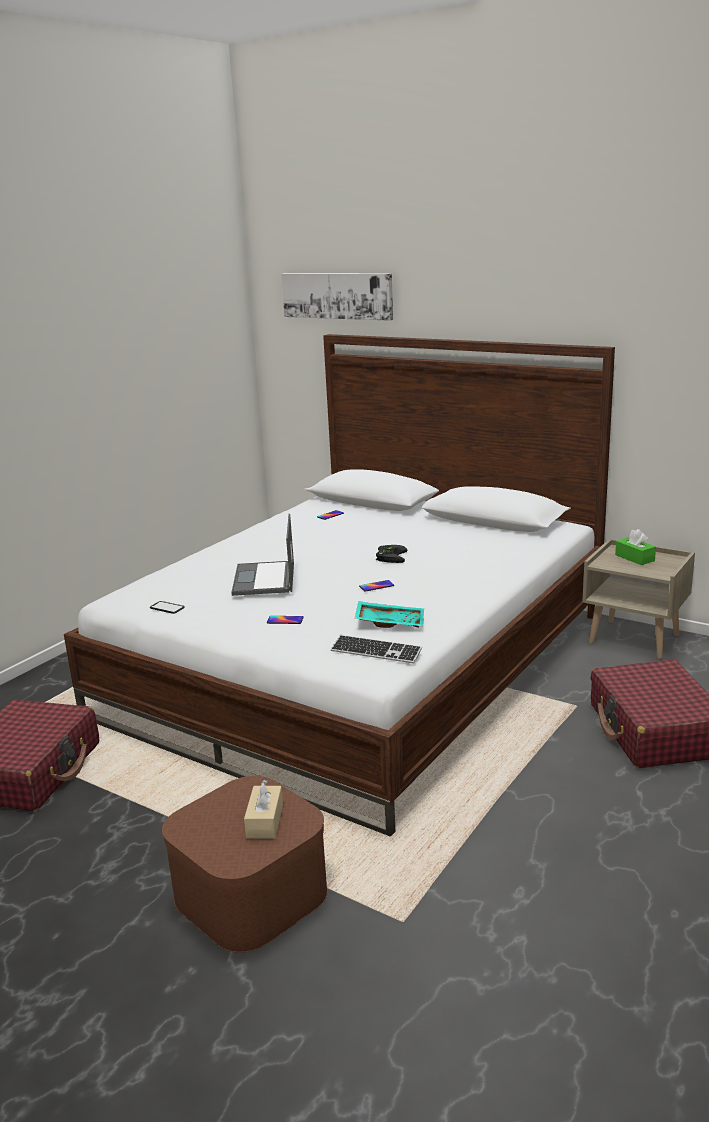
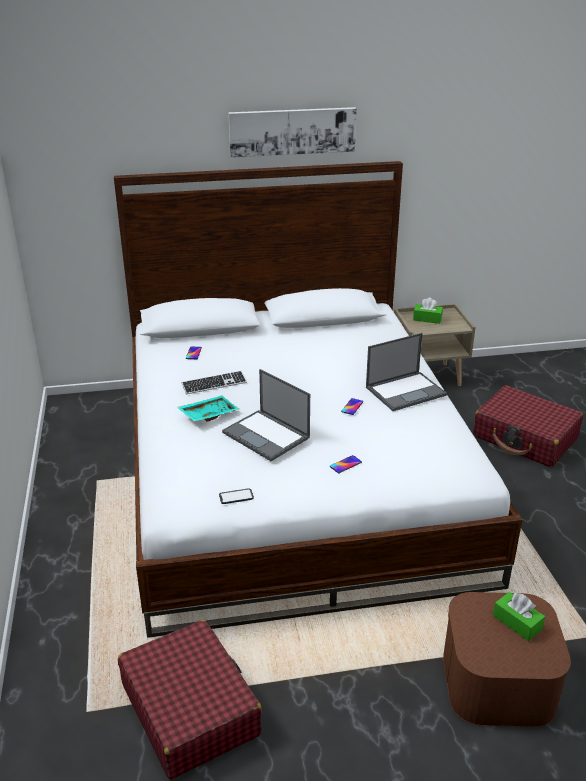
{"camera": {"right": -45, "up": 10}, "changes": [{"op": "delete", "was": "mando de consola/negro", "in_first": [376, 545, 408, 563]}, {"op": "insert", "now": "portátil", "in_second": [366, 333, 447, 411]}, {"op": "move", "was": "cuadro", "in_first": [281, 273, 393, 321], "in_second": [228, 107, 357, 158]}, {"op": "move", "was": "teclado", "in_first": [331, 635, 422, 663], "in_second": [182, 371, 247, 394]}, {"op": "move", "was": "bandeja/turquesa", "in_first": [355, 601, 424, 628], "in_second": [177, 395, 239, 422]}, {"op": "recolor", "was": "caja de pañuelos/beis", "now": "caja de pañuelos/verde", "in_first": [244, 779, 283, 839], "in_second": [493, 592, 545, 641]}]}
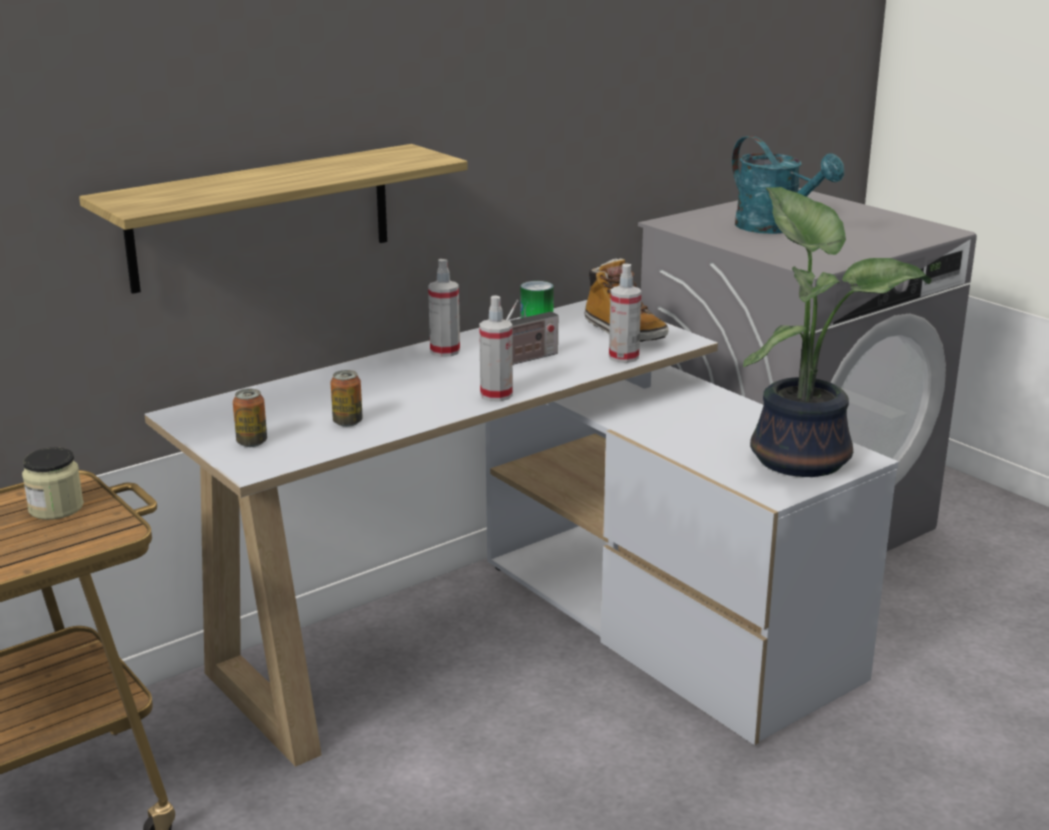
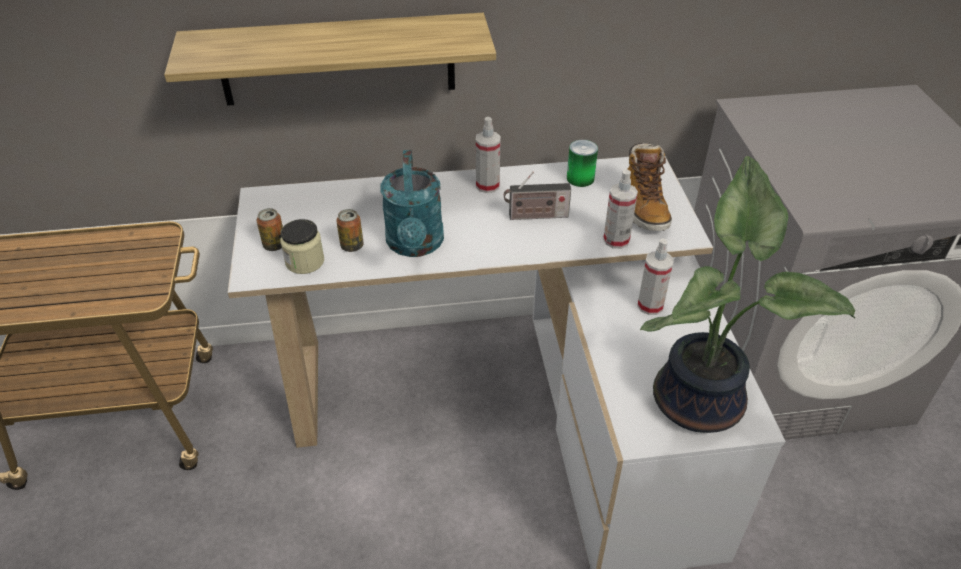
{"camera": {"right": 30, "up": 20}, "changes": [{"op": "move", "was": "tarro", "in_first": [22, 447, 84, 520], "in_second": [280, 219, 324, 274]}, {"op": "move", "was": "pulverizador", "in_first": [479, 295, 513, 401], "in_second": [637, 239, 674, 315]}, {"op": "move", "was": "regadera/turquesa", "in_first": [732, 136, 844, 234], "in_second": [380, 150, 444, 257]}]}
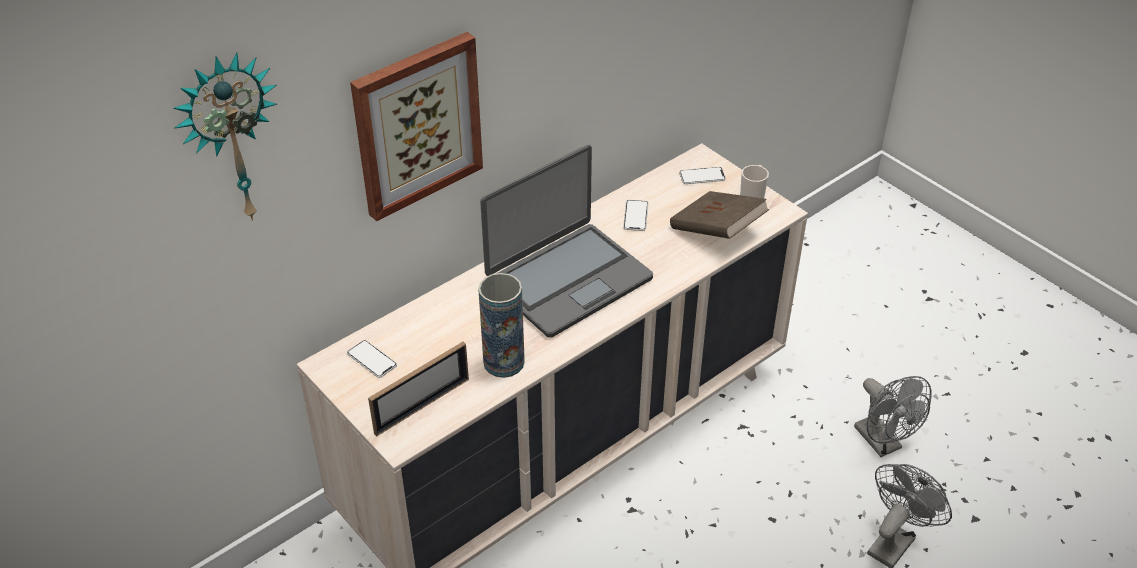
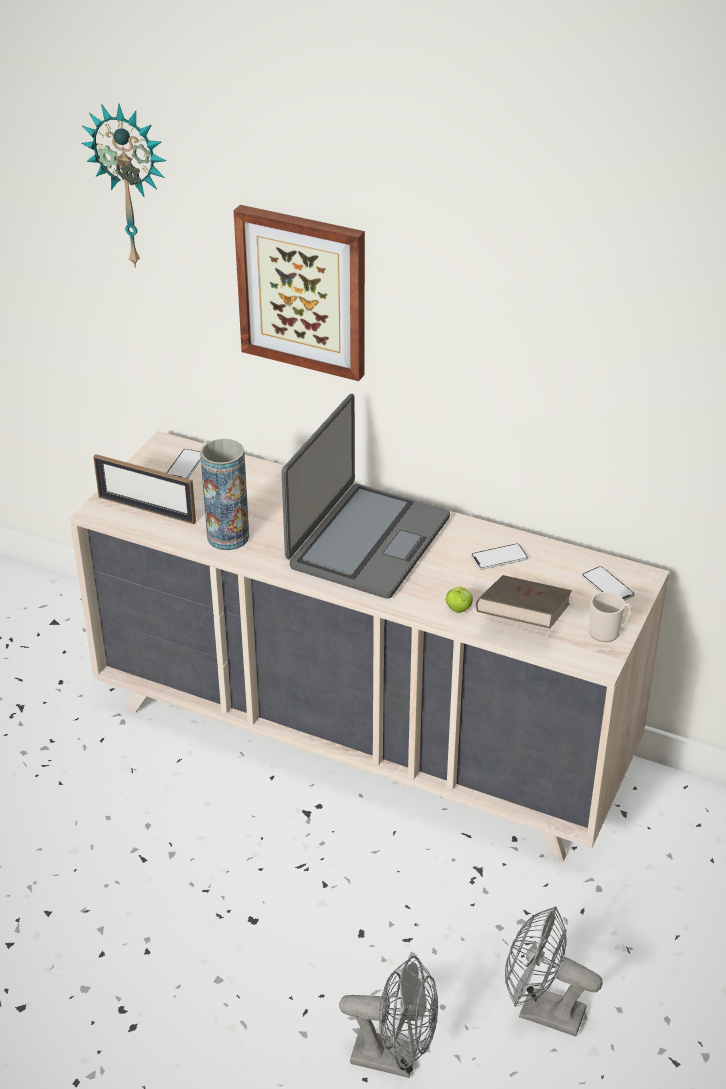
{"camera": {"right": 65, "up": -5}, "changes": [{"op": "insert", "now": "manzana", "in_second": [446, 587, 473, 613]}, {"op": "rotate", "was": "portátil", "in_first": [480, 145, 653, 338], "in_second": [281, 394, 450, 599], "clockwise": -90}, {"op": "rotate", "was": "ventilador/gris", "in_first": [854, 376, 932, 457], "in_second": [505, 906, 603, 1037], "clockwise": 75}]}
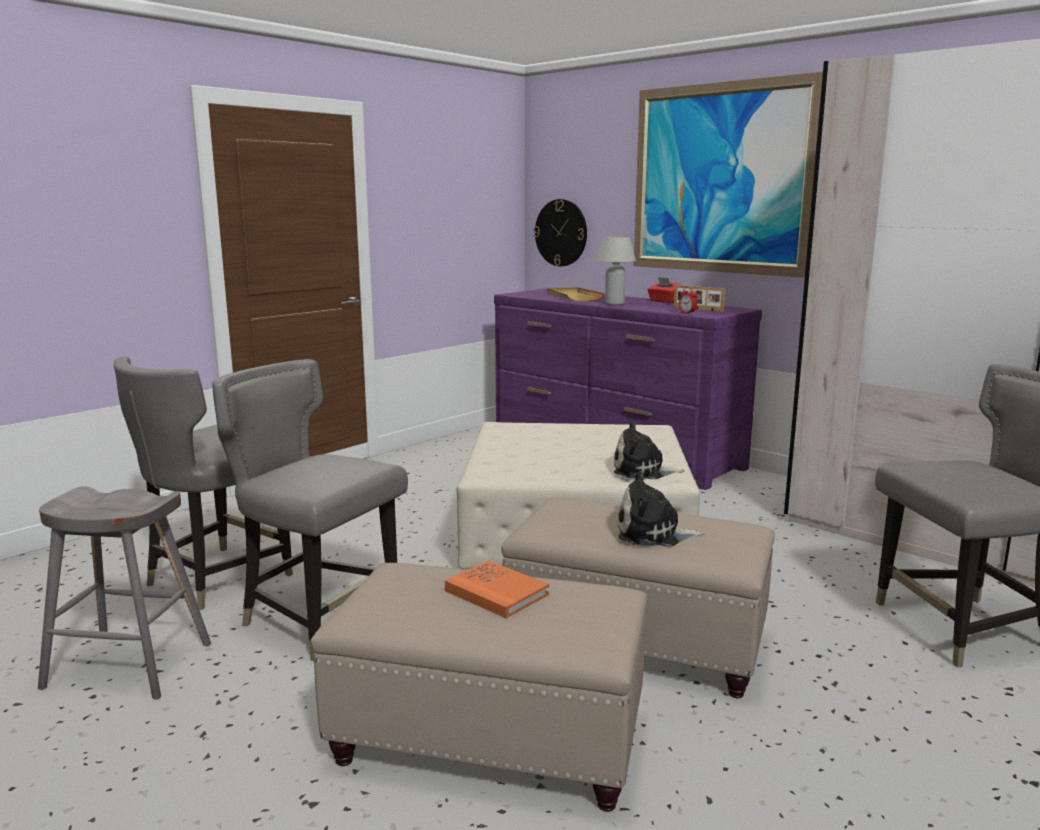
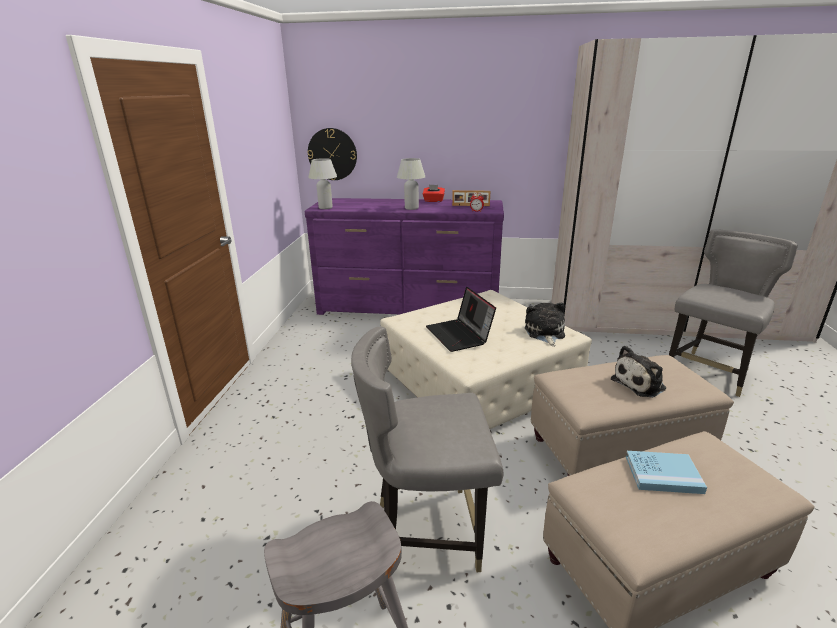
{"camera": {"right": -35, "up": 10}, "changes": [{"op": "delete", "was": "silla/gris", "in_first": [114, 356, 293, 610]}, {"op": "delete", "was": "bandeja/beis", "in_first": [547, 287, 605, 301]}, {"op": "delete", "was": "cuadro", "in_first": [634, 72, 823, 278]}, {"op": "insert", "now": "lámpara de mesa/blanco", "in_second": [308, 158, 337, 209]}, {"op": "insert", "now": "portátil", "in_second": [426, 287, 496, 352]}, {"op": "recolor", "was": "libro/naranja", "now": "libro/azul", "in_first": [445, 560, 549, 618], "in_second": [626, 451, 707, 494]}, {"op": "rotate", "was": "peluche", "in_first": [614, 421, 685, 479], "in_second": [525, 302, 565, 346], "clockwise": 120}]}
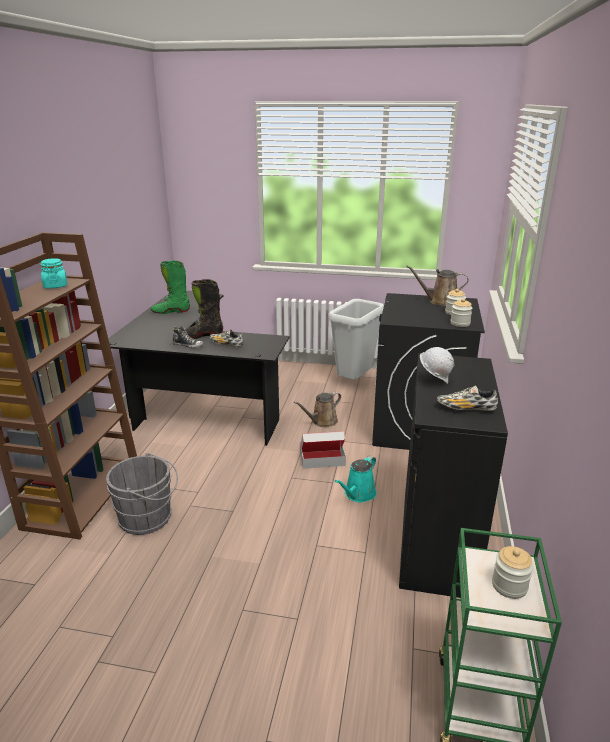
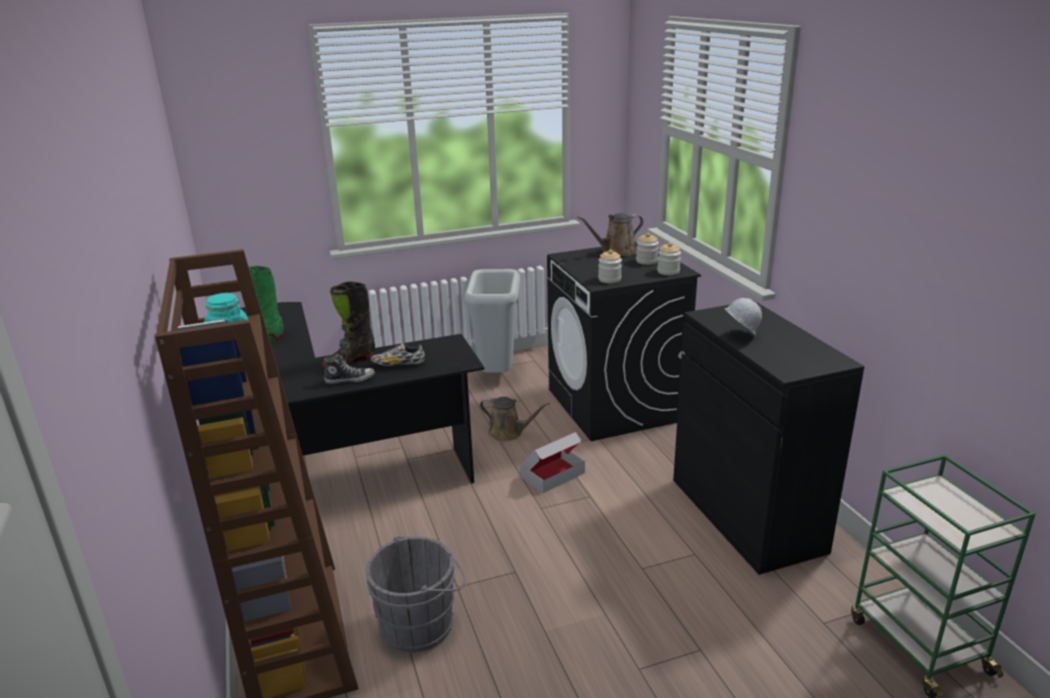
{"camera": {"right": -30, "up": 0}, "changes": [{"op": "delete", "was": "regadera/turquesa", "in_first": [335, 456, 377, 503]}, {"op": "delete", "was": "zapato", "in_first": [436, 385, 498, 411]}, {"op": "move", "was": "tarro", "in_first": [492, 546, 533, 599], "in_second": [598, 250, 622, 283]}, {"op": "rotate", "was": "regadera/marrón", "in_first": [294, 392, 341, 427], "in_second": [480, 397, 550, 441], "clockwise": -90}]}
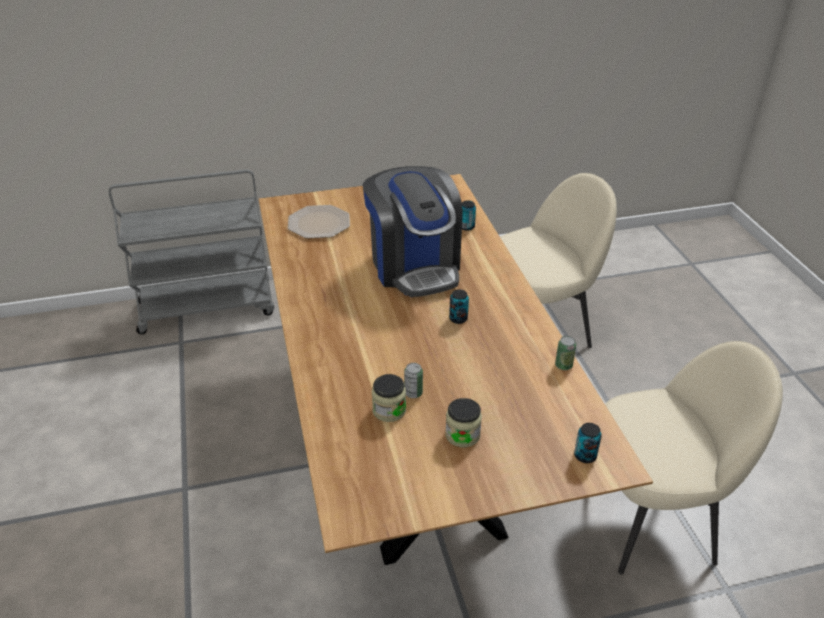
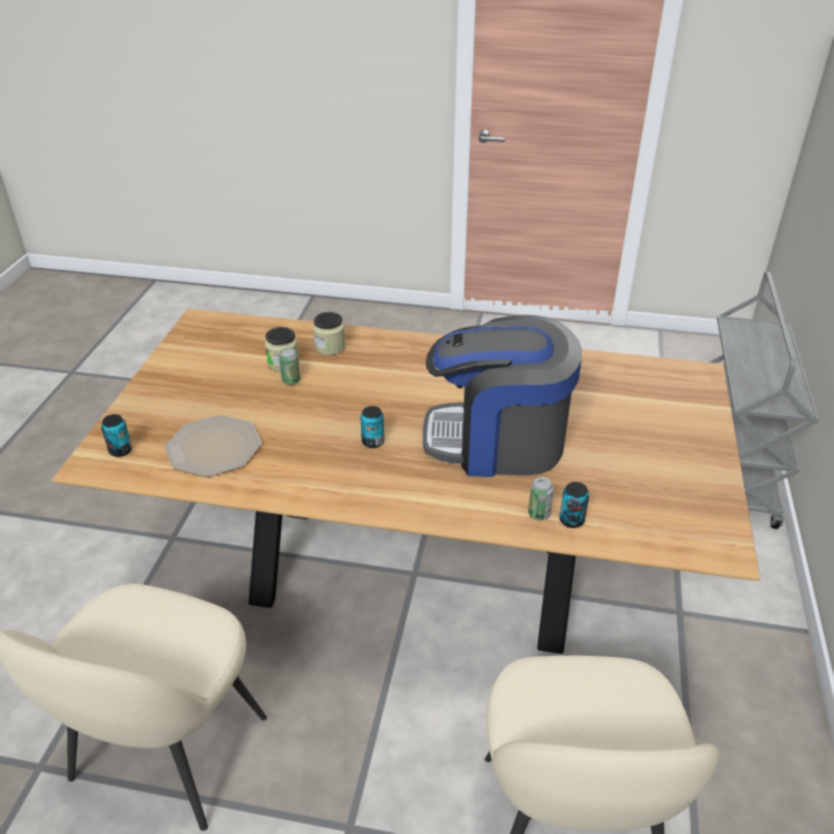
{"camera": {"right": 115, "up": 0}, "changes": [{"op": "move", "was": "plato", "in_first": [288, 205, 350, 239], "in_second": [165, 415, 262, 477]}, {"op": "move", "was": "tarro", "in_first": [445, 398, 482, 447], "in_second": [313, 312, 346, 355]}, {"op": "move", "was": "lata", "in_first": [555, 336, 576, 370], "in_second": [528, 477, 554, 520]}]}
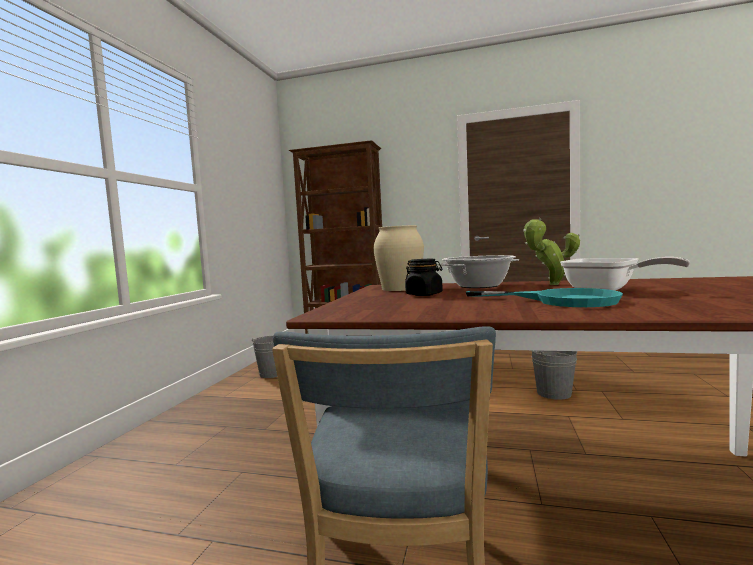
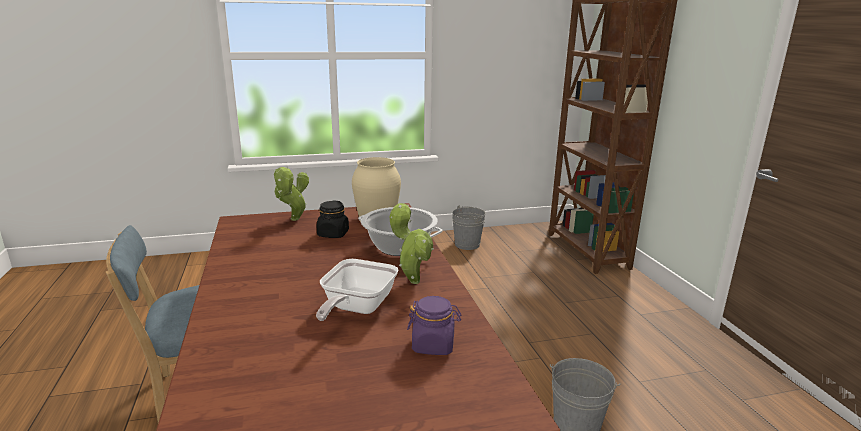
{"camera": {"right": 60, "up": 15}, "changes": [{"op": "delete", "was": "sartén/turquesa", "in_first": [466, 288, 623, 307]}, {"op": "insert", "now": "planta en maceta", "in_second": [274, 166, 309, 221]}, {"op": "insert", "now": "tarro/morado", "in_second": [407, 296, 461, 355]}]}
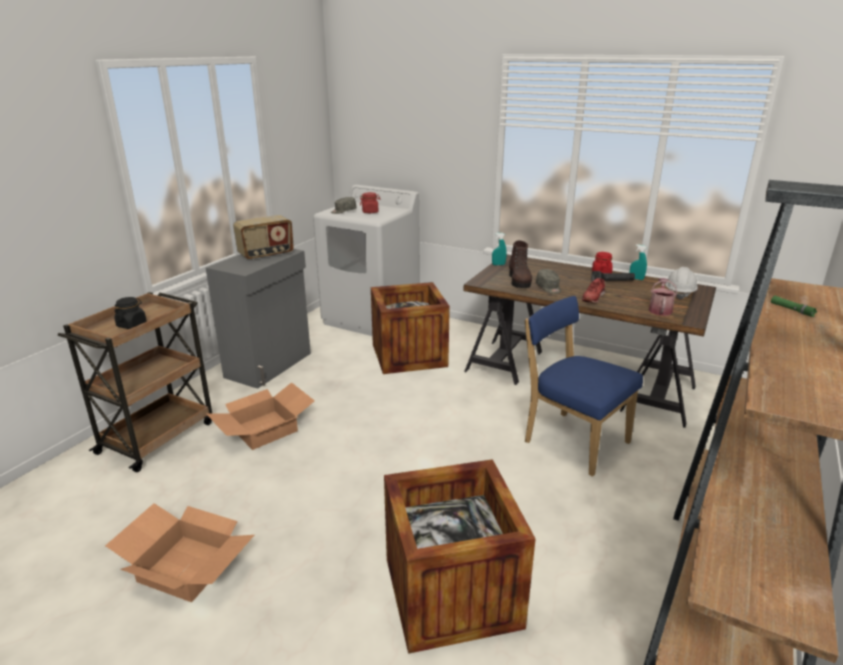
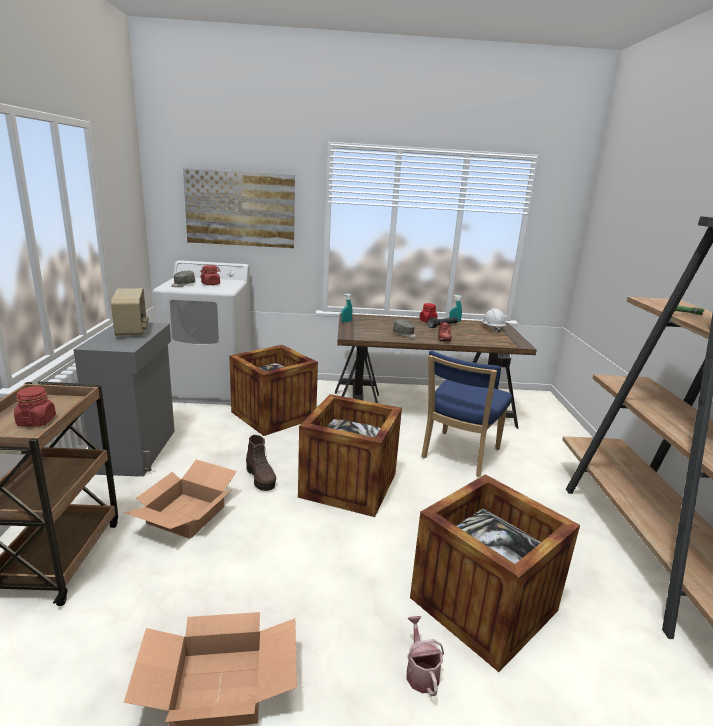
{"camera": {"right": -30, "up": -5}, "changes": [{"op": "insert", "now": "cuadro", "in_second": [183, 168, 295, 248]}, {"op": "insert", "now": "caja de embalaje", "in_second": [298, 394, 402, 517]}, {"op": "move", "was": "bota/marrón", "in_first": [509, 240, 532, 288], "in_second": [246, 435, 276, 491]}, {"op": "move", "was": "regadera", "in_first": [649, 278, 677, 316], "in_second": [406, 616, 444, 697]}, {"op": "recolor", "was": "tarro/negro", "now": "tarro/rojo", "in_first": [114, 297, 147, 329], "in_second": [14, 386, 56, 427]}, {"op": "rotate", "was": "radio", "in_first": [233, 215, 294, 260], "in_second": [111, 288, 149, 337], "clockwise": -45}, {"op": "rotate", "was": "silla/azul", "in_first": [525, 296, 643, 477], "in_second": [421, 351, 512, 477], "clockwise": -75}]}
